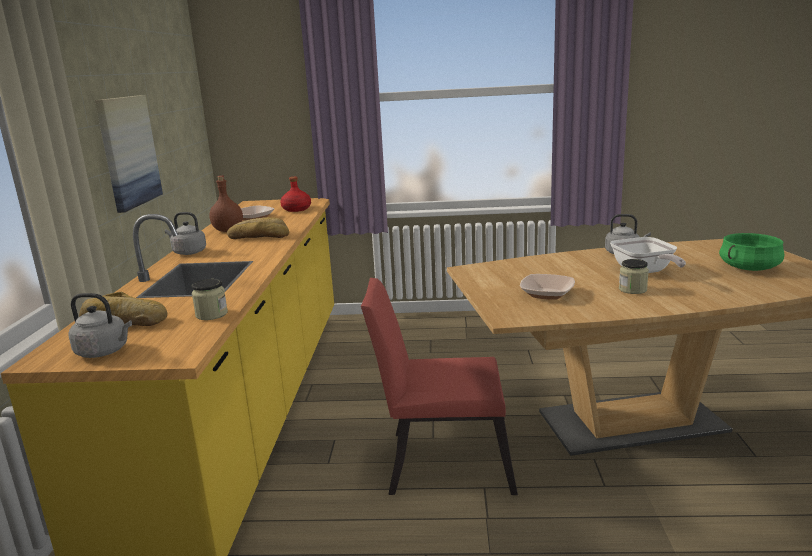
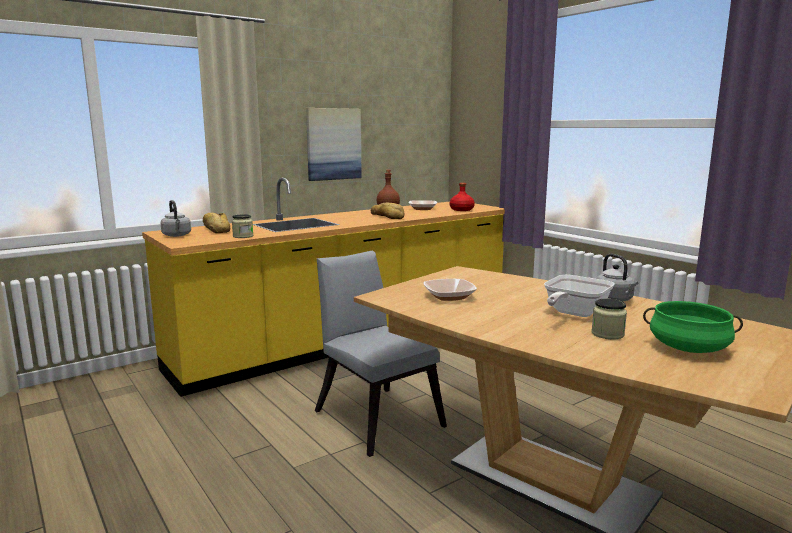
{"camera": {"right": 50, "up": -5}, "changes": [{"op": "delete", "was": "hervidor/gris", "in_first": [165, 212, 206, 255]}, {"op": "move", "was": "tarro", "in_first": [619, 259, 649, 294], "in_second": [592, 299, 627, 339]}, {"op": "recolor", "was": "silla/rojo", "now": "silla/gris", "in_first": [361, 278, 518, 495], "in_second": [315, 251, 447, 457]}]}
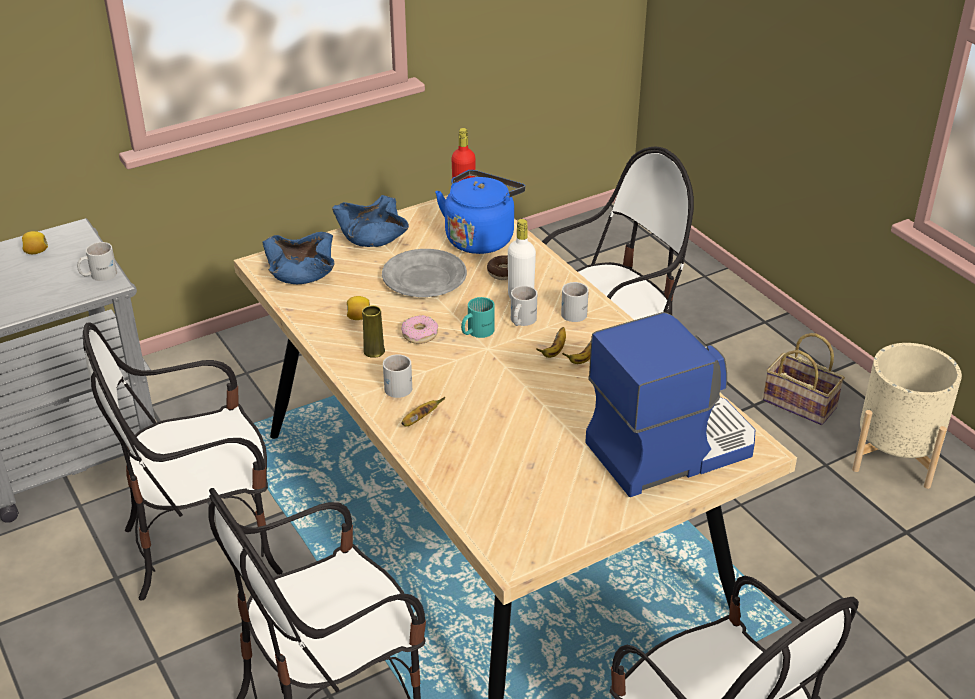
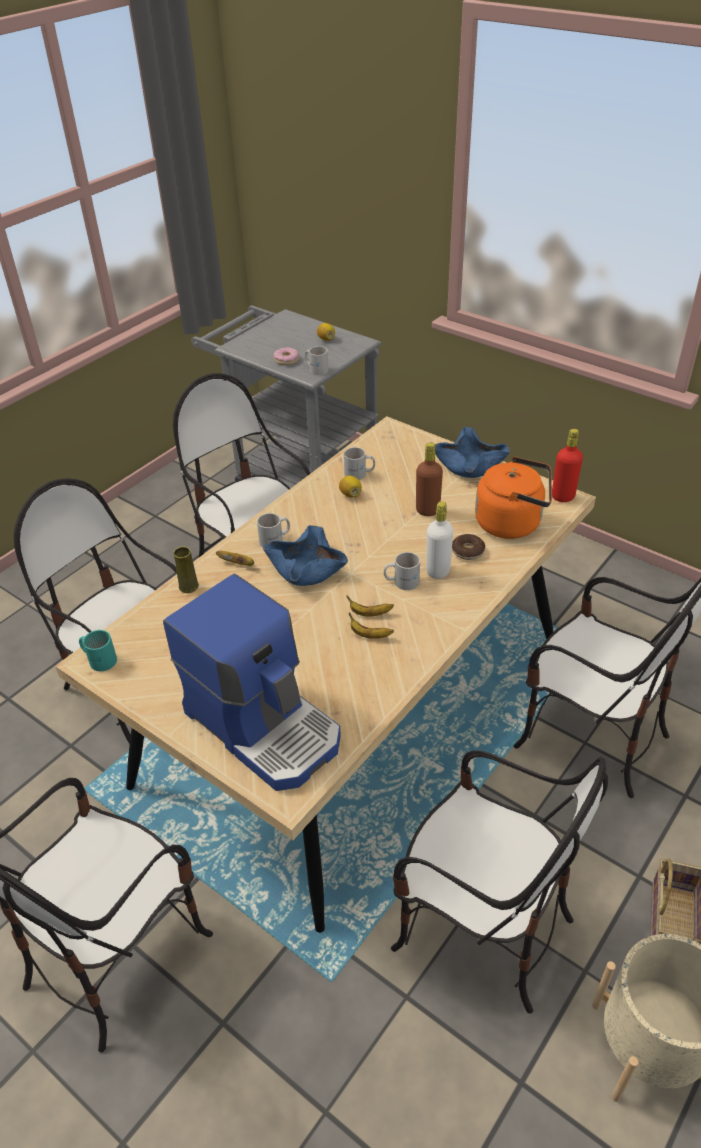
{"camera": {"right": 70, "up": 5}, "changes": [{"op": "insert", "now": "silla", "in_second": [391, 750, 608, 1014]}, {"op": "move", "was": "cuenco/azul", "in_first": [262, 232, 335, 284], "in_second": [263, 525, 348, 586]}, {"op": "move", "was": "florero/amarillo", "in_first": [362, 305, 385, 358], "in_second": [173, 546, 199, 593]}, {"op": "move", "was": "rosquilla", "in_first": [401, 315, 438, 344], "in_second": [274, 347, 299, 365]}, {"op": "move", "was": "taza grande/turquesa", "in_first": [461, 297, 495, 338], "in_second": [79, 630, 117, 671]}, {"op": "move", "was": "taza grande/blanco", "in_first": [561, 282, 589, 322], "in_second": [344, 447, 375, 480]}, {"op": "replace", "was": "plato/gris", "now": "botella/marrón", "in_first": [382, 249, 467, 297], "in_second": [416, 443, 443, 516]}, {"op": "recolor", "was": "hervidor/azul", "now": "hervidor/naranja", "in_first": [435, 170, 525, 254], "in_second": [475, 457, 552, 539]}]}
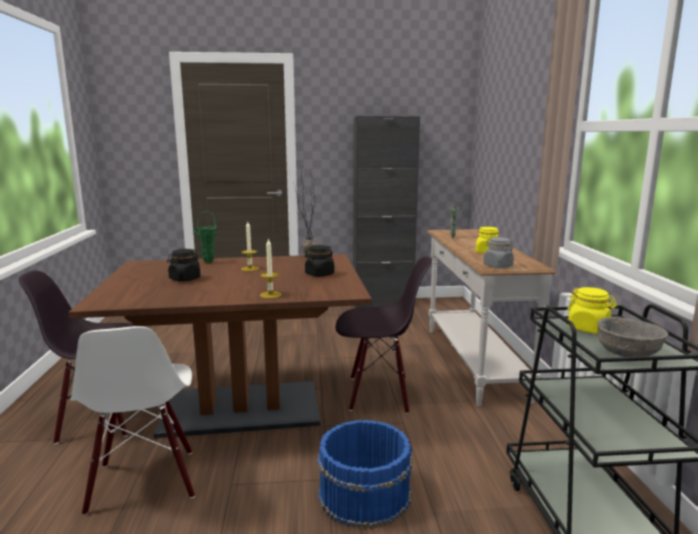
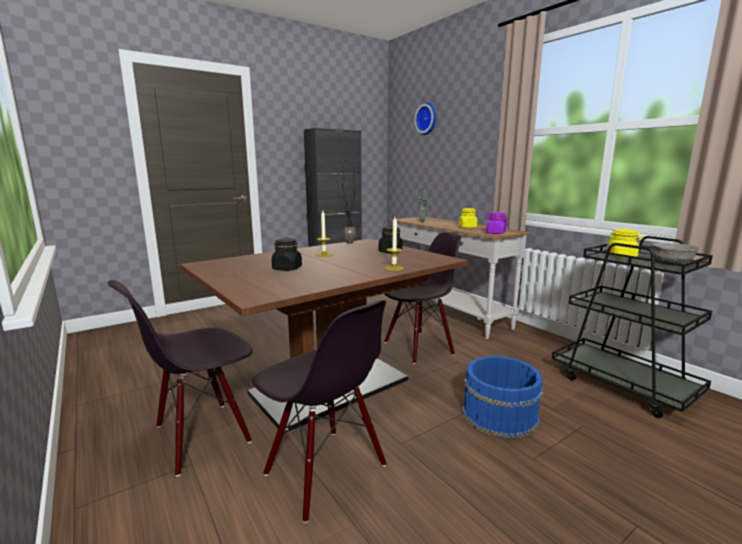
{"camera": {"right": -30, "up": 0}, "changes": [{"op": "delete", "was": "florero/verde", "in_first": [193, 211, 217, 263]}, {"op": "insert", "now": "reloj de pared", "in_second": [414, 102, 437, 135]}, {"op": "recolor", "was": "silla/blanco", "now": "silla/negro", "in_first": [71, 326, 195, 516], "in_second": [252, 300, 387, 523]}, {"op": "recolor", "was": "tarro/gris", "now": "tarro/morado", "in_first": [483, 237, 514, 268], "in_second": [485, 212, 508, 234]}]}
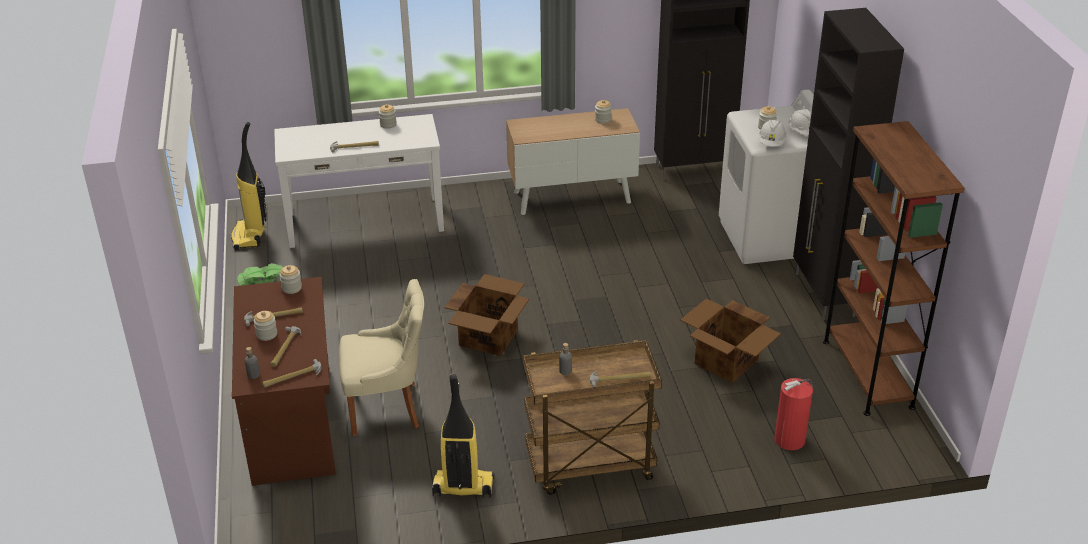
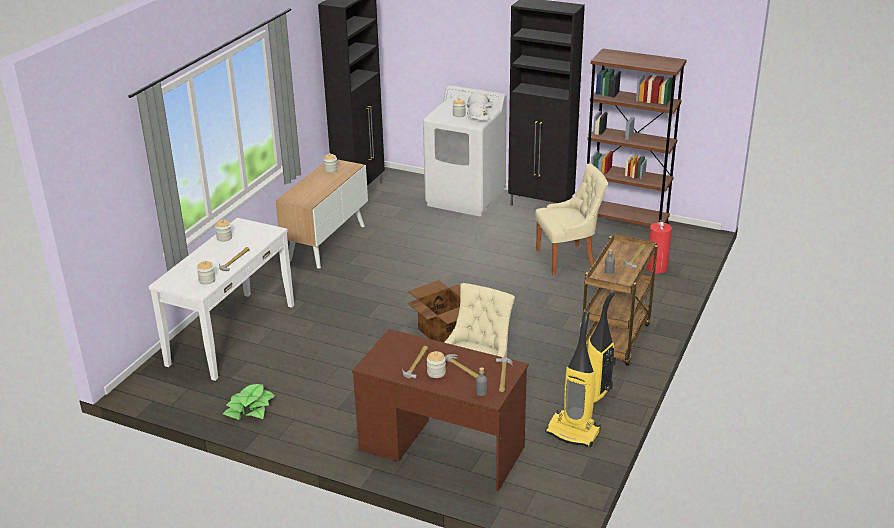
{"camera": {"right": -55, "up": -5}, "changes": [{"op": "move", "was": "aspiradora", "in_first": [231, 122, 267, 250], "in_second": [545, 311, 601, 447]}, {"op": "move", "was": "tarro", "in_first": [279, 265, 302, 294], "in_second": [197, 261, 215, 285]}, {"op": "replace", "was": "caja de cartón", "now": "silla/beis", "in_first": [680, 299, 781, 383], "in_second": [535, 163, 608, 275]}]}
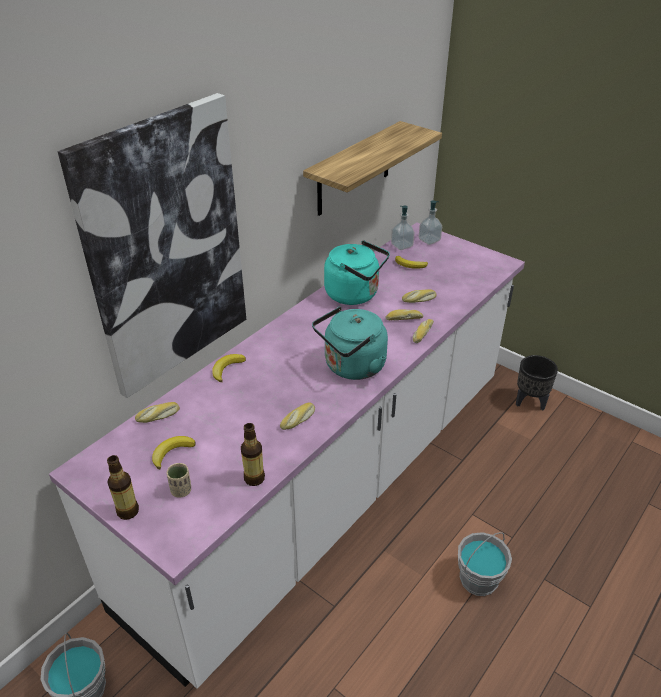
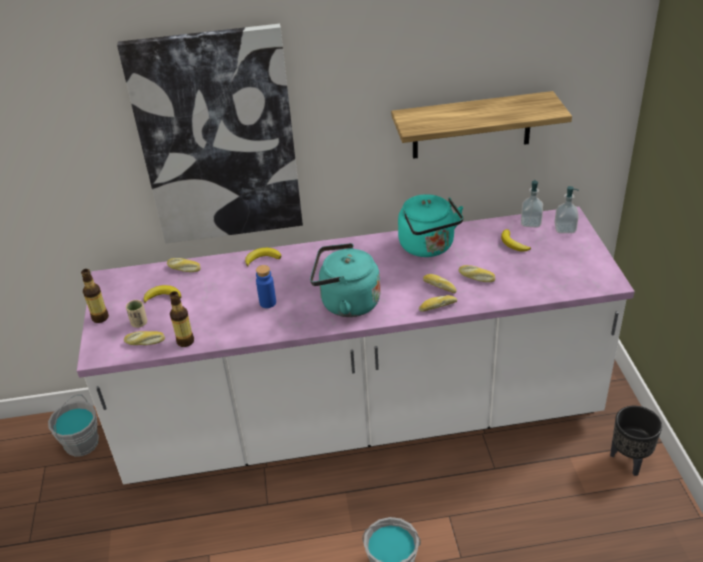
{"camera": {"right": 45, "up": 0}, "changes": [{"op": "insert", "now": "botella/azul", "in_second": [256, 265, 276, 308]}, {"op": "move", "was": "pan", "in_first": [280, 402, 315, 430], "in_second": [124, 331, 165, 345]}]}
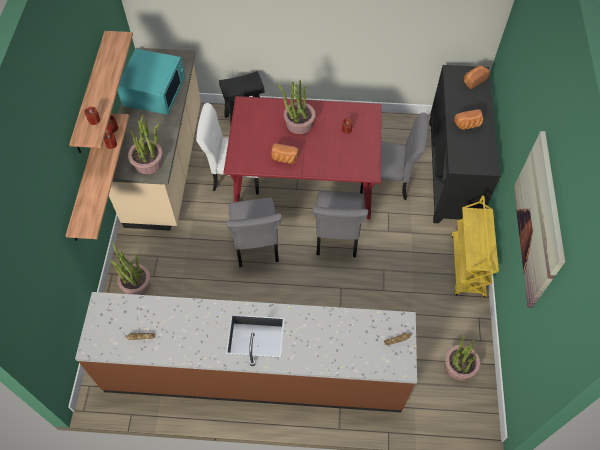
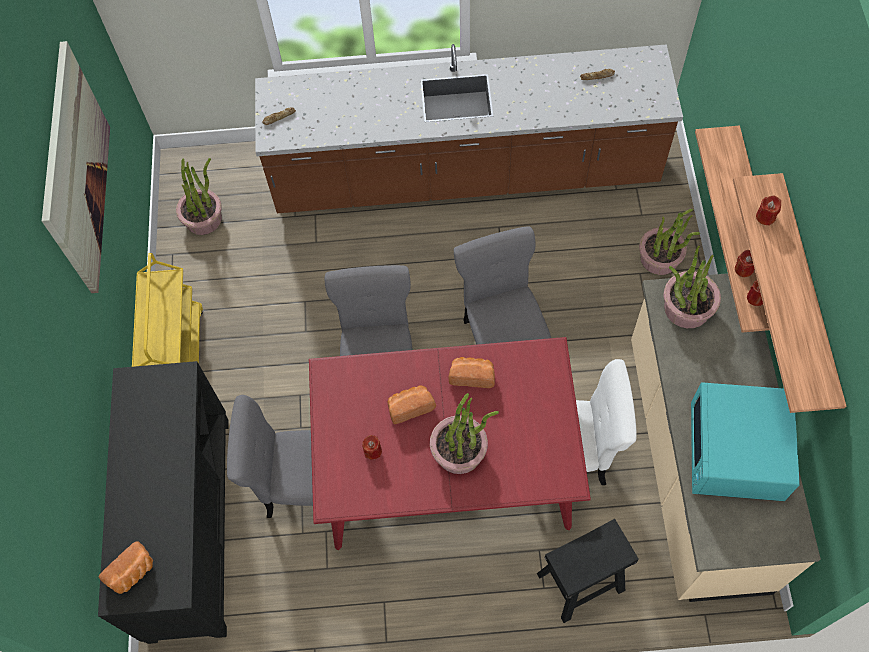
{"camera": {"right": 175, "up": 5}, "changes": [{"op": "move", "was": "pan", "in_first": [454, 109, 484, 130], "in_second": [387, 385, 436, 424]}]}
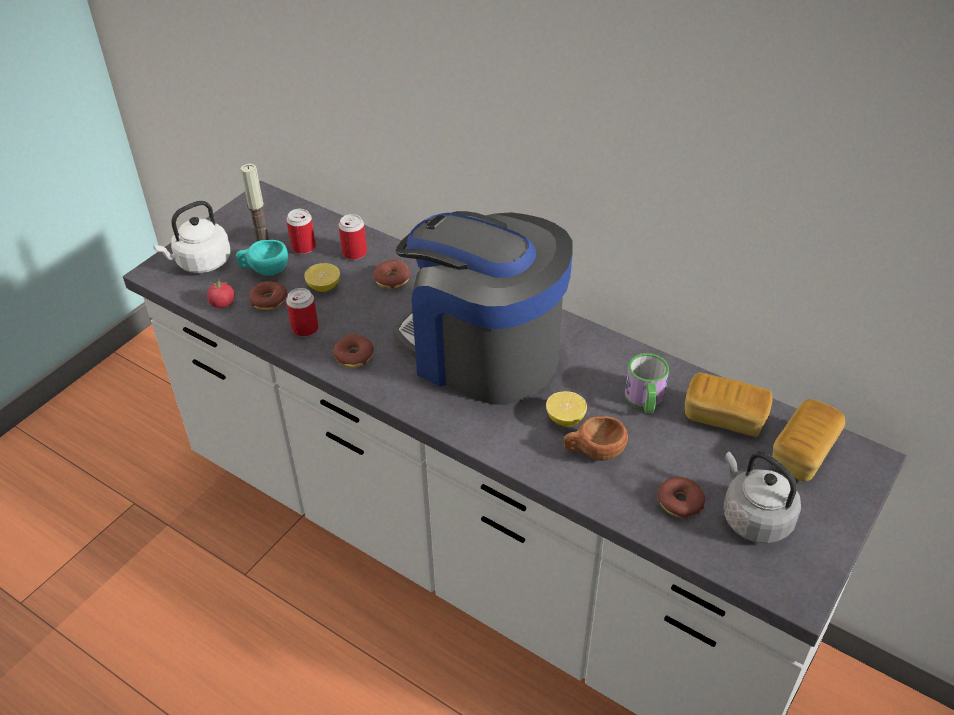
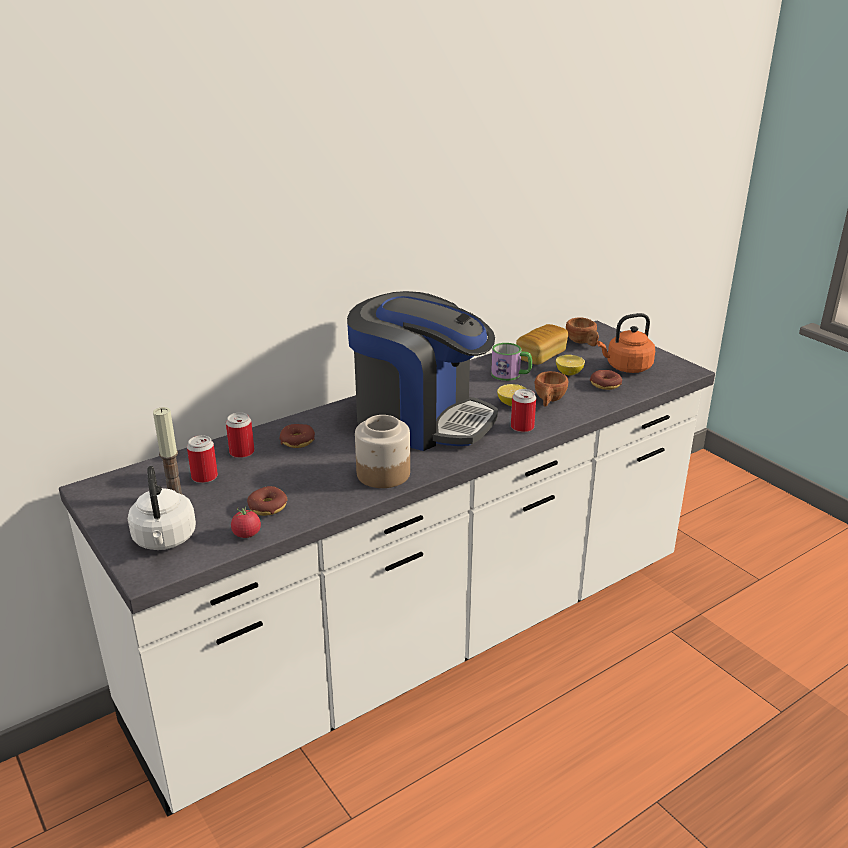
{"camera": {"right": -70, "up": -15}, "changes": [{"op": "delete", "was": "taza/turquesa", "in_first": [236, 240, 288, 275]}, {"op": "move", "was": "lata", "in_first": [286, 288, 319, 337], "in_second": [511, 389, 536, 432]}, {"op": "move", "was": "limón", "in_first": [304, 263, 340, 292], "in_second": [556, 355, 585, 375]}, {"op": "replace", "was": "rosquilla", "now": "tarro", "in_first": [333, 334, 374, 368], "in_second": [355, 415, 410, 488]}, {"op": "replace", "was": "pan", "now": "taza/marrón", "in_first": [772, 399, 845, 481], "in_second": [566, 317, 599, 346]}, {"op": "recolor", "was": "hervidor/gris", "now": "hervidor/naranja", "in_first": [723, 452, 801, 544], "in_second": [597, 313, 655, 373]}, {"op": "rotate", "was": "cafetera", "in_first": [393, 211, 573, 405], "in_second": [347, 291, 498, 451], "clockwise": -120}]}
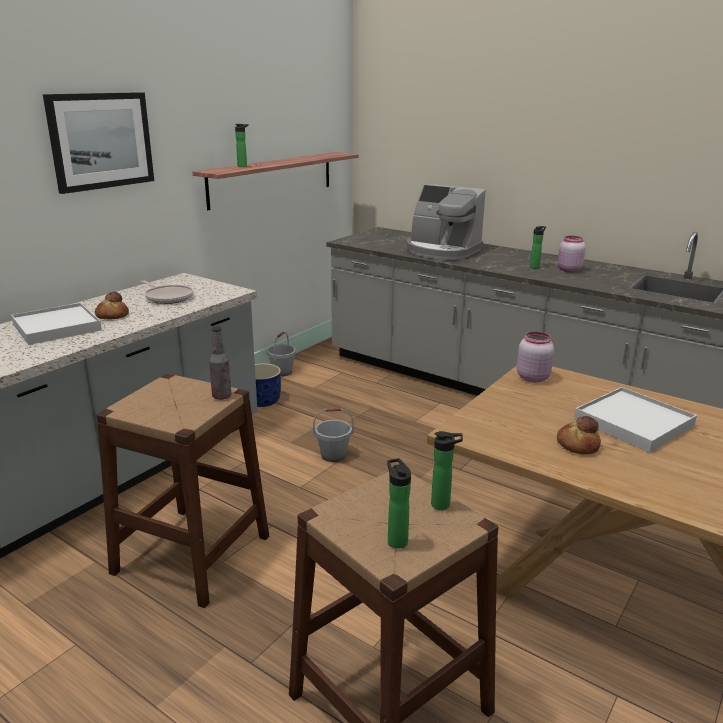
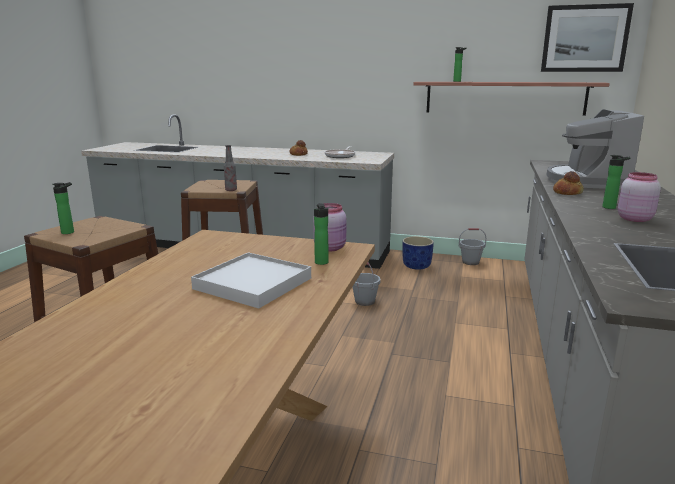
{"camera": {"right": 70, "up": -5}, "changes": [{"op": "delete", "was": "bandeja/blanco", "in_first": [11, 303, 102, 345]}, {"op": "move", "was": "cuadro", "in_first": [43, 92, 154, 194], "in_second": [541, 3, 634, 72]}, {"op": "move", "was": "botella", "in_first": [431, 431, 463, 510], "in_second": [314, 203, 329, 265]}, {"op": "move", "was": "pan", "in_first": [557, 416, 601, 455], "in_second": [553, 171, 584, 195]}]}
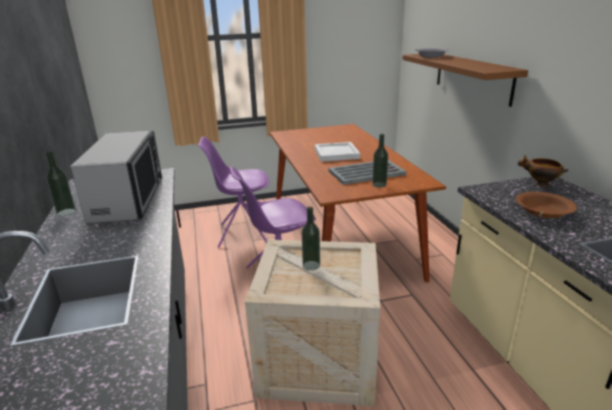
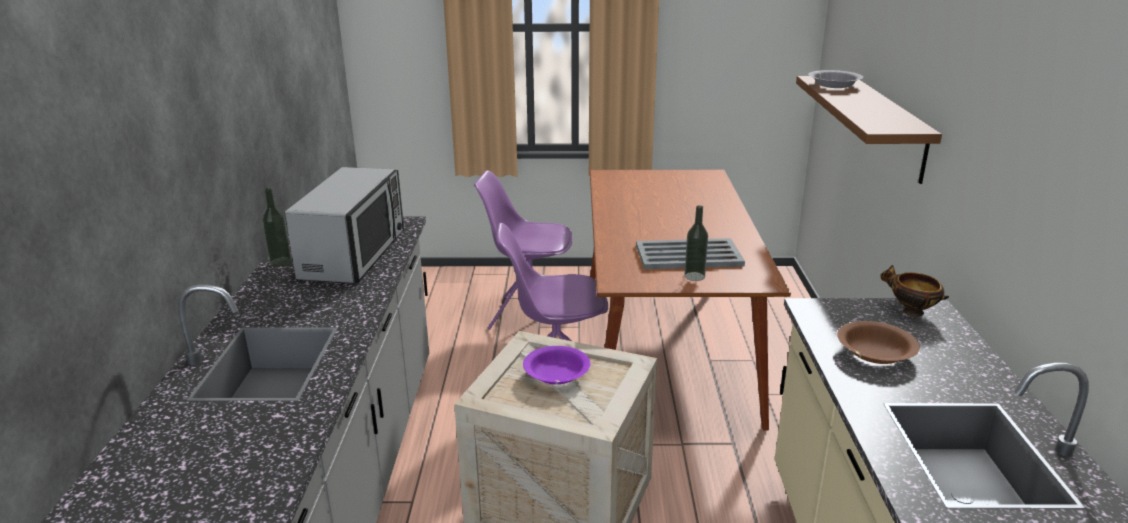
{"camera": {"right": 15, "up": 0}, "changes": [{"op": "delete", "was": "bandeja/blanco", "in_first": [315, 142, 360, 162]}, {"op": "replace", "was": "botella", "now": "cuenco/morado", "in_first": [302, 207, 320, 270], "in_second": [523, 346, 590, 385]}]}
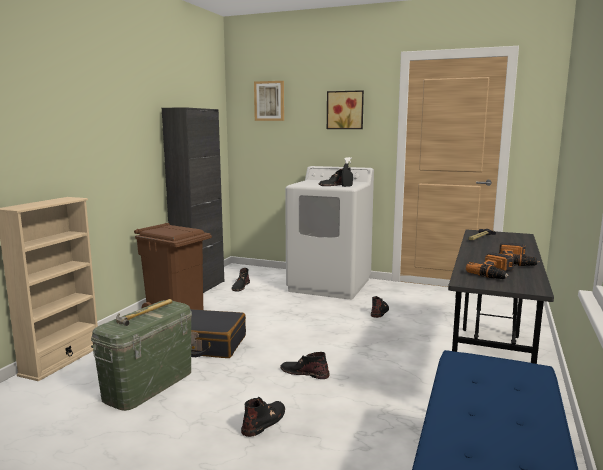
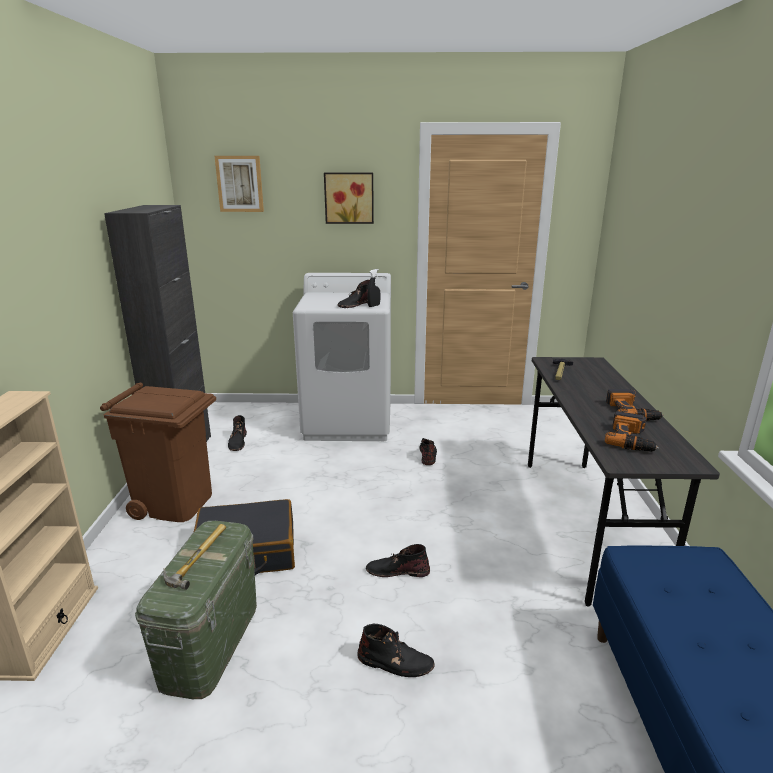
{"camera": {"right": -20, "up": 10}, "changes": [{"op": "rotate", "was": "bota/negro", "in_first": [241, 397, 285, 437], "in_second": [357, 624, 435, 677], "clockwise": 90}]}
